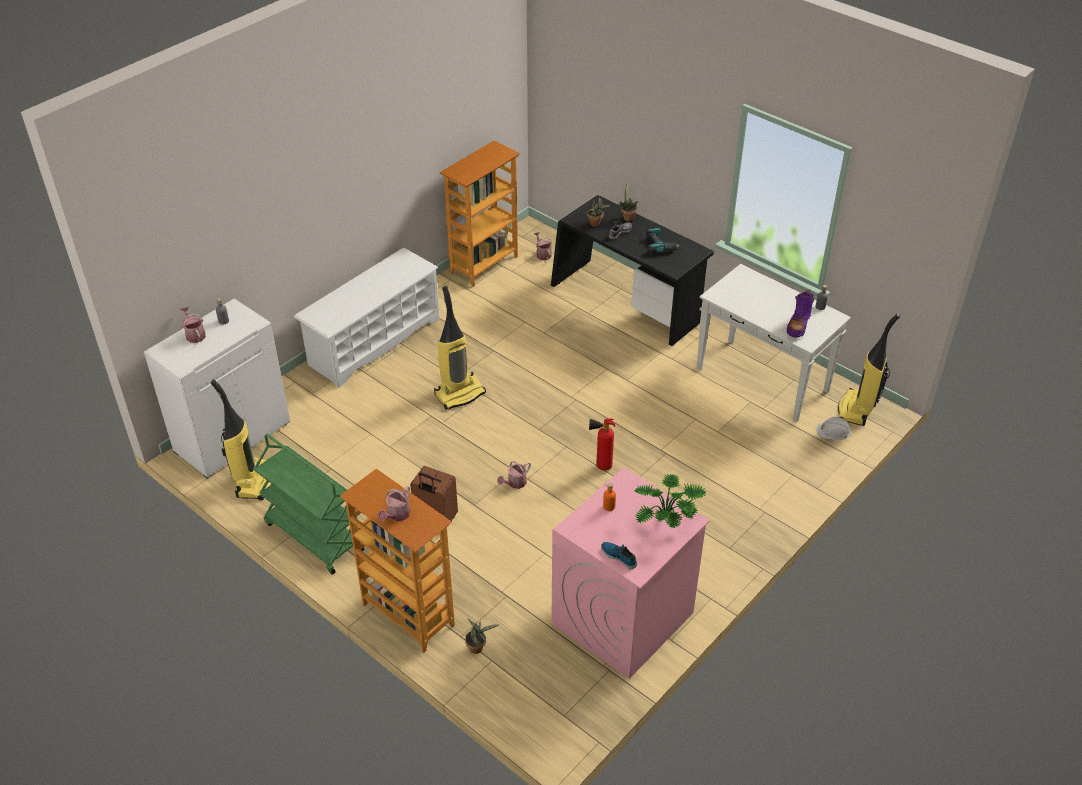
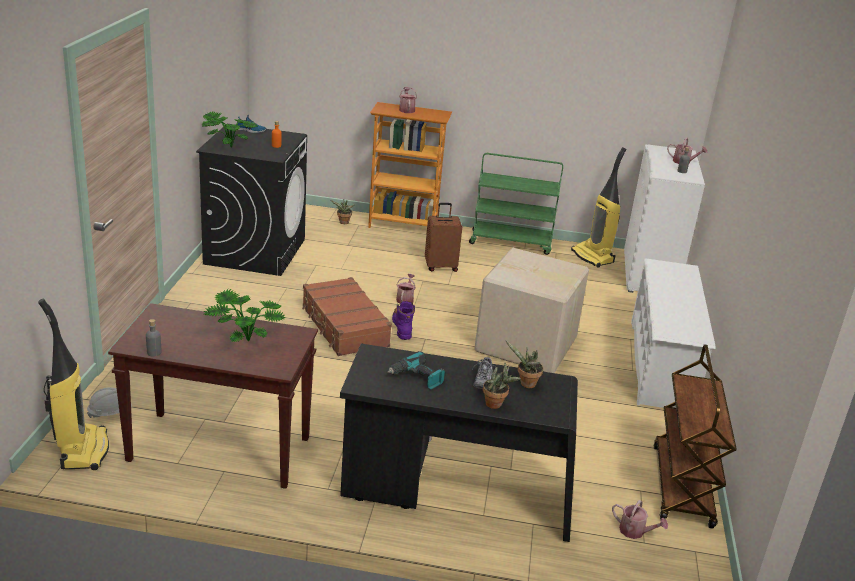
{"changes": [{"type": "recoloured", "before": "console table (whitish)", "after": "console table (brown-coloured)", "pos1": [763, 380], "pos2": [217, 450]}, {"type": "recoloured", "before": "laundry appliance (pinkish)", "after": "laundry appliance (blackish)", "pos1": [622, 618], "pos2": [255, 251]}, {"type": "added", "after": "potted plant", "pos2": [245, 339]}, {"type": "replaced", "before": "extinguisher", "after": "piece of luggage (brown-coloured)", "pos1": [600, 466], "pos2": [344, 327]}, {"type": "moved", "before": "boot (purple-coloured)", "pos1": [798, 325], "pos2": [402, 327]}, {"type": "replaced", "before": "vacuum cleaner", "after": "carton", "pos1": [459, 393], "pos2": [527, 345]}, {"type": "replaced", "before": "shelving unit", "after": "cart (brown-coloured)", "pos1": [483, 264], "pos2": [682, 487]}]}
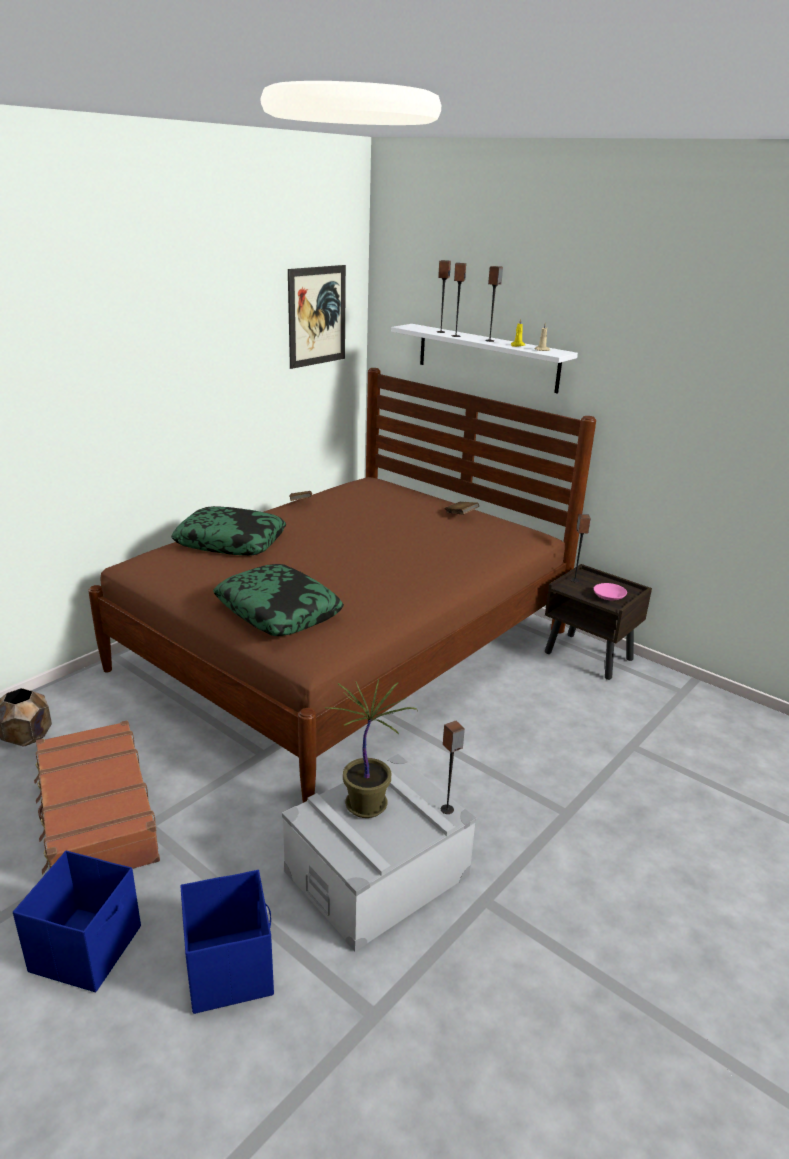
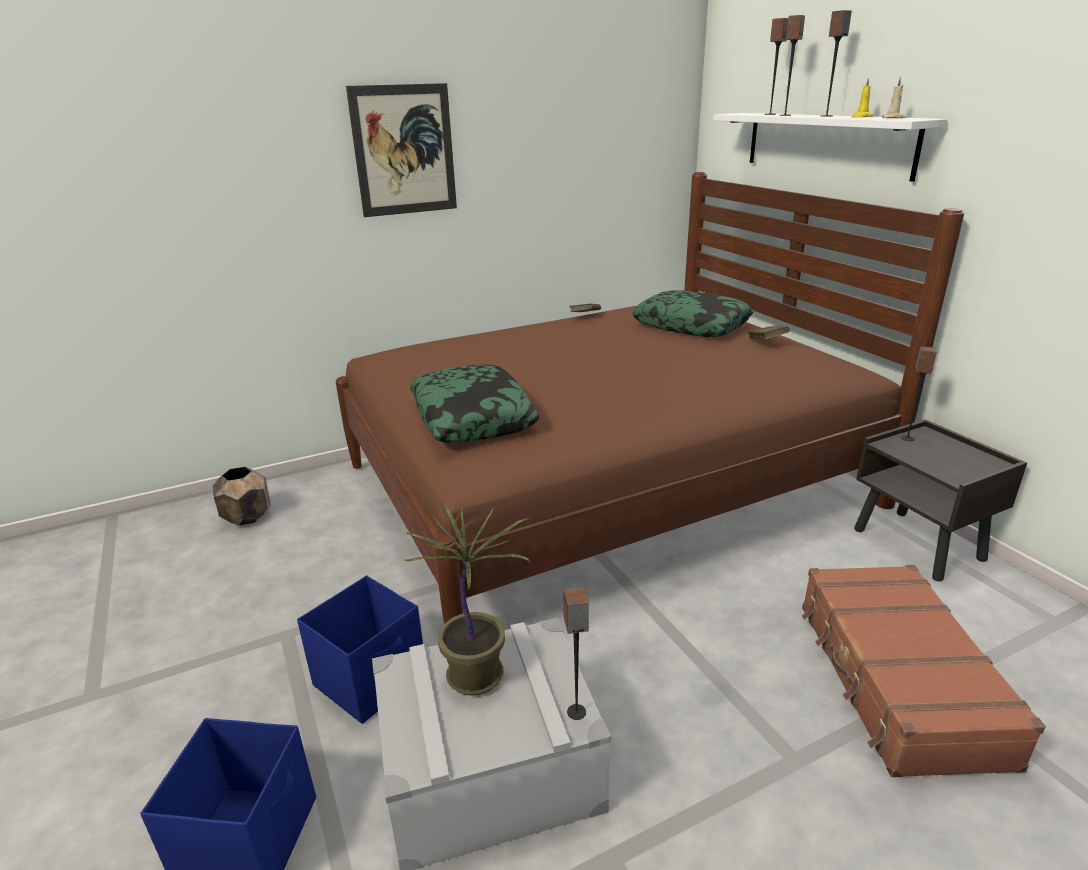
{"changes": [{"type": "moved", "before": "storage container (blue)", "pos1": [88, 948], "pos2": [372, 679]}, {"type": "moved", "before": "picture", "pos1": [317, 316], "pos2": [404, 150]}, {"type": "moved", "before": "throw pillow", "pos1": [231, 541], "pos2": [692, 325]}, {"type": "moved", "before": "piece of luggage (brown-coloured)", "pos1": [96, 816], "pos2": [896, 680]}, {"type": "removed", "before": "bowl (pinkish)", "pos1": [608, 597]}]}
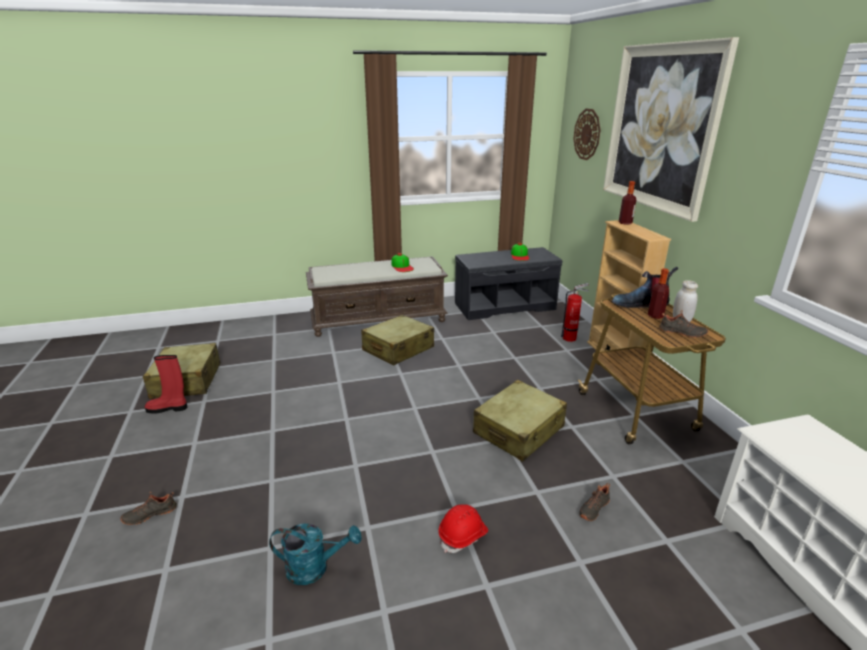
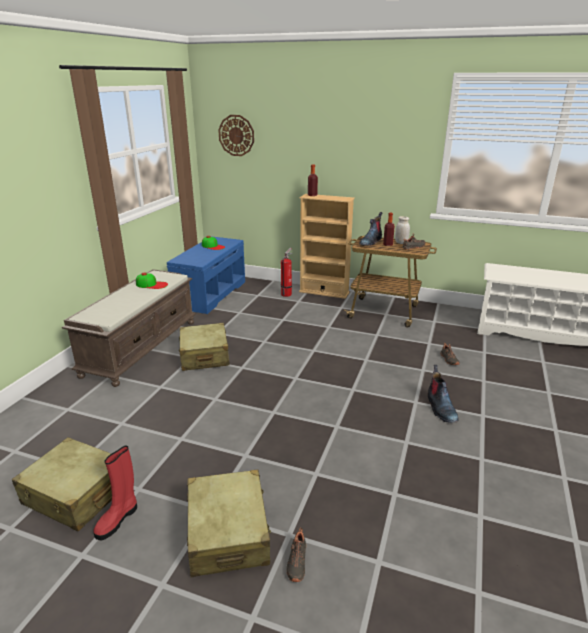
{"changes": [{"type": "recoloured", "before": "long seat (greyish)", "after": "long seat (blue)", "pos1": [505, 306], "pos2": [210, 294]}, {"type": "moved", "before": "piece of luggage (beige-coloured)", "pos1": [519, 430], "pos2": [228, 532]}, {"type": "replaced", "before": "hard hat (red-coloured)", "after": "boot", "pos1": [463, 536], "pos2": [440, 408]}, {"type": "removed", "before": "watering pot (turquoise)", "pos1": [315, 567]}, {"type": "removed", "before": "picture", "pos1": [661, 128]}]}
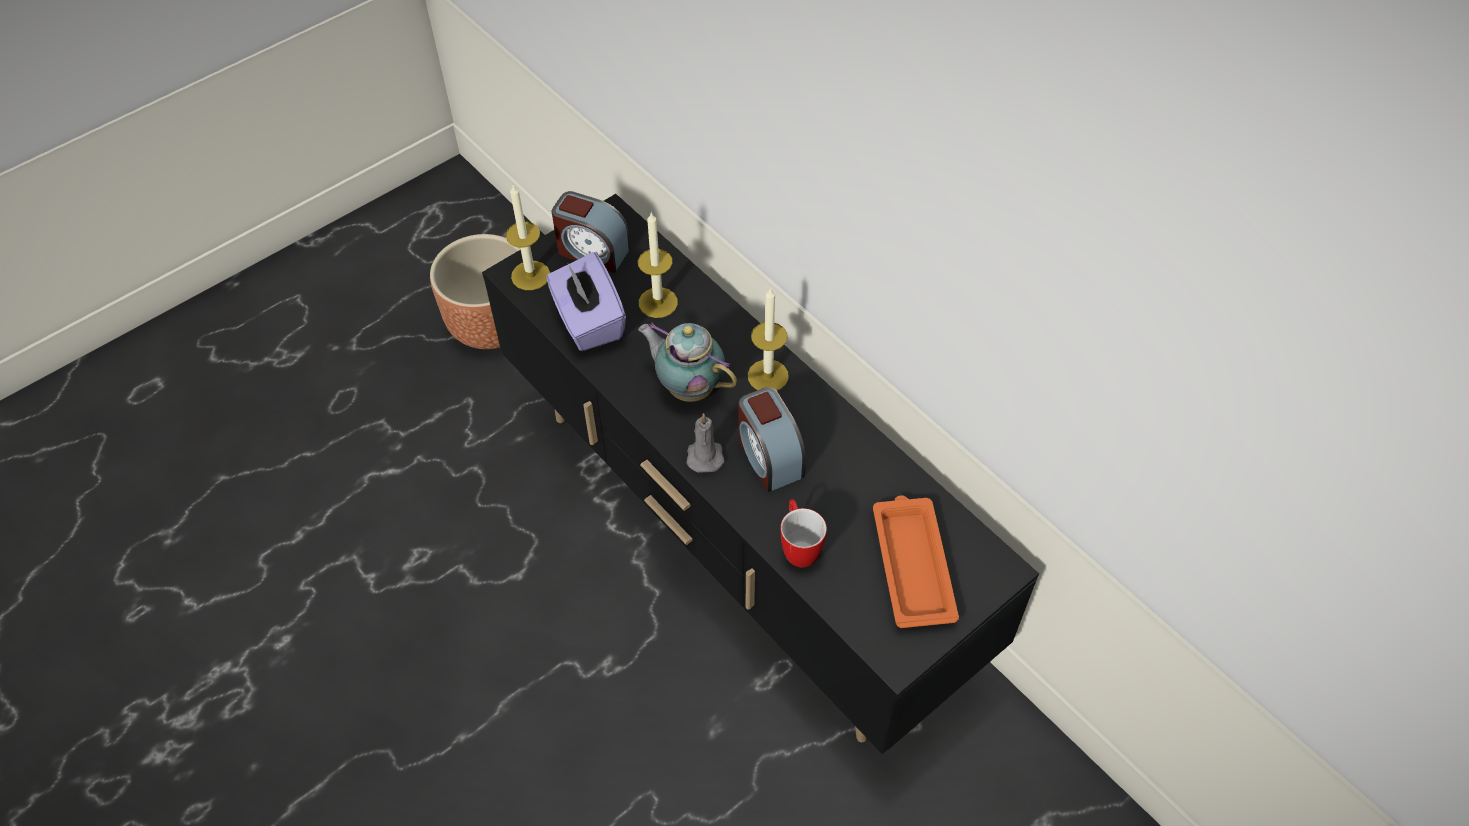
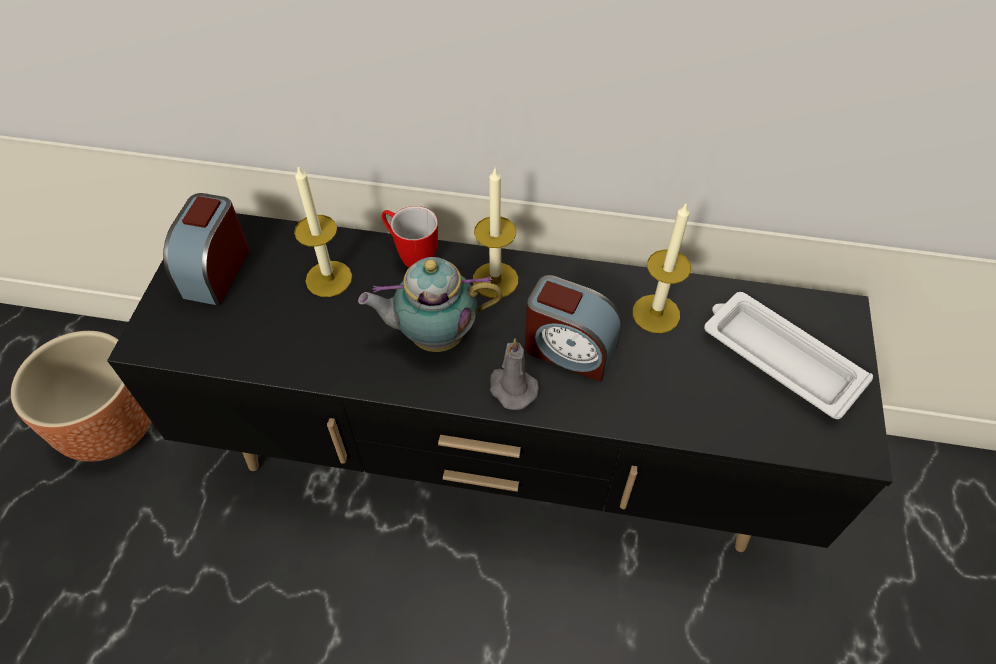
{"changes": [{"type": "turned", "before": "alarm clock", "pos1": [592, 251], "pos2": [216, 271], "turn": 120}, {"type": "moved", "before": "tea mug", "pos1": [798, 547], "pos2": [411, 255]}, {"type": "moved", "before": "wax candle", "pos1": [530, 275], "pos2": [656, 313]}, {"type": "recoloured", "before": "carrying tray (orange)", "after": "carrying tray (whitish)", "pos1": [912, 564], "pos2": [778, 358]}, {"type": "removed", "before": "tissue holder (purple-coloured)", "pos1": [588, 321]}]}
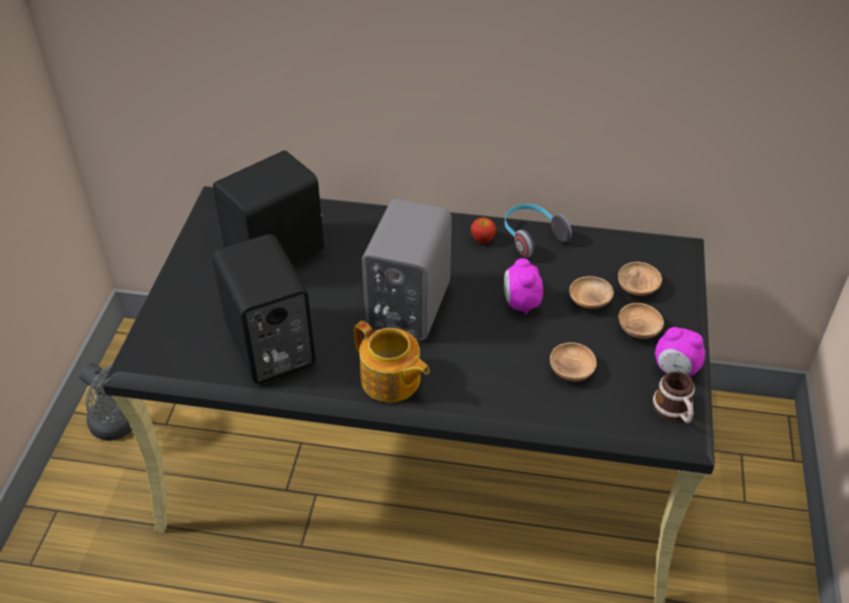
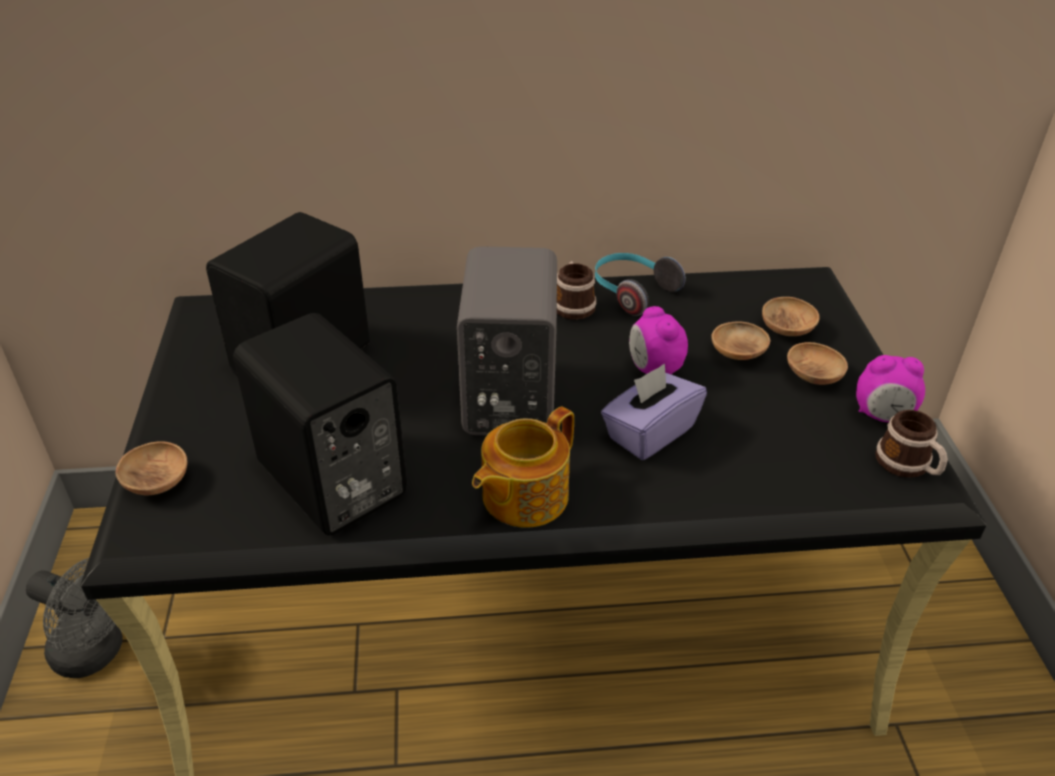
{"changes": [{"type": "moved", "before": "bowl (brown-coloured)", "pos1": [571, 371], "pos2": [157, 482]}, {"type": "turned", "before": "pot for tea", "pos1": [391, 381], "pos2": [522, 496], "turn": 105}, {"type": "replaced", "before": "apple", "after": "tea mug", "pos1": [482, 239], "pos2": [573, 304]}, {"type": "added", "after": "tissue holder (purple-coloured)", "pos2": [649, 433]}]}
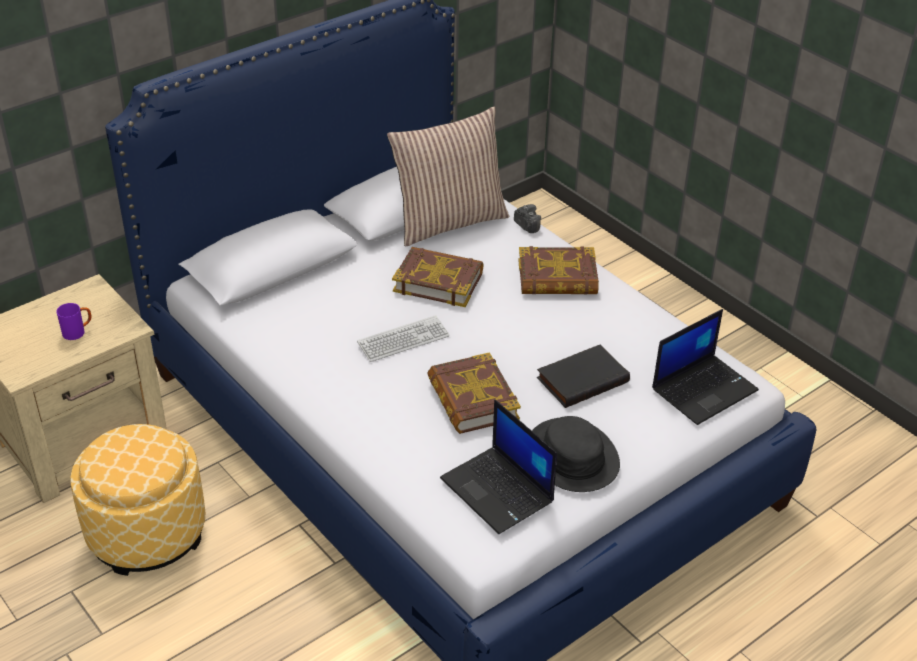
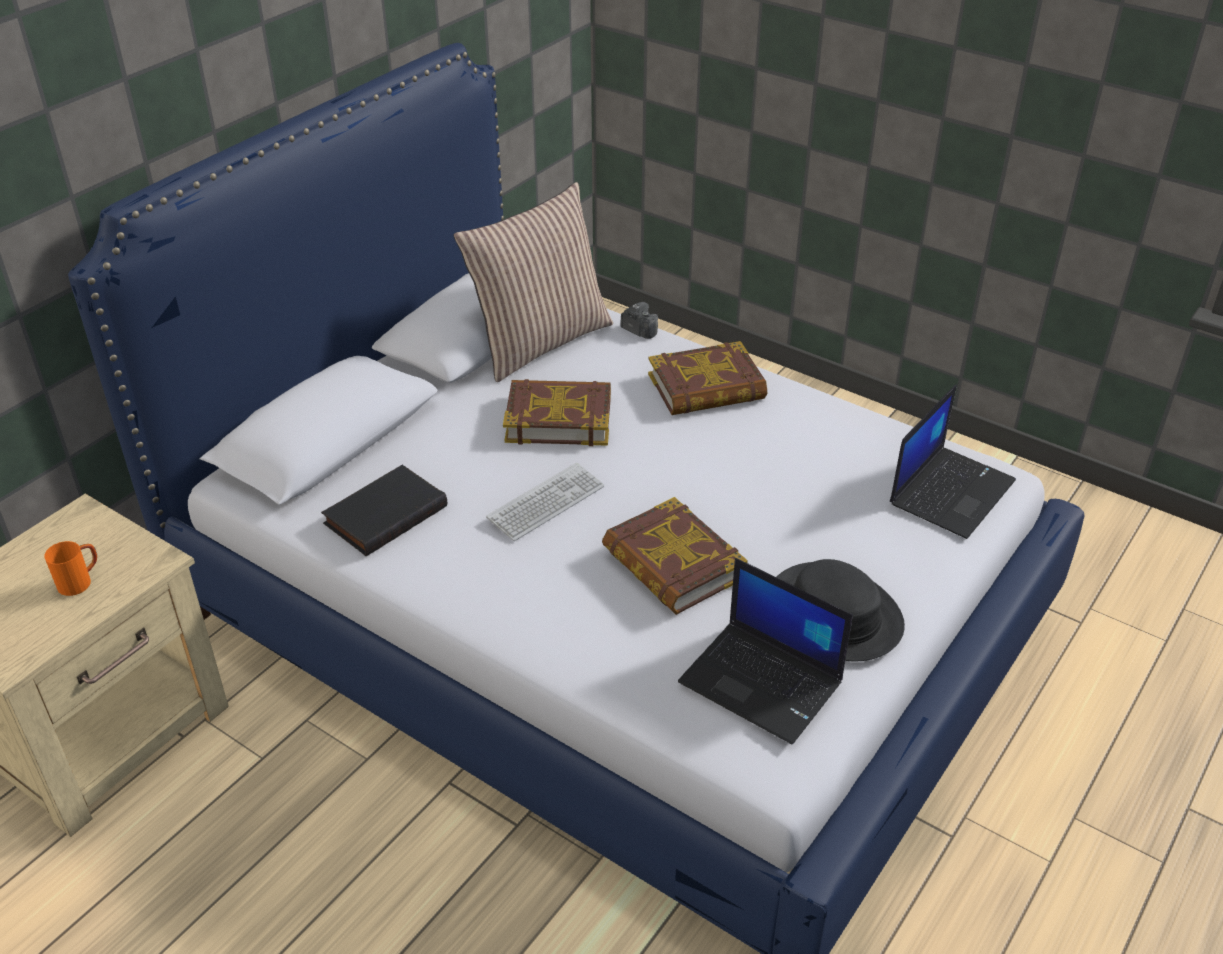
{"changes": [{"type": "recoloured", "before": "tea mug (purple-coloured)", "after": "tea mug (orange)", "pos1": [78, 332], "pos2": [80, 581]}, {"type": "moved", "before": "bound book (blackish)", "pos1": [582, 379], "pos2": [384, 513]}, {"type": "removed", "before": "footrest", "pos1": [147, 532]}]}
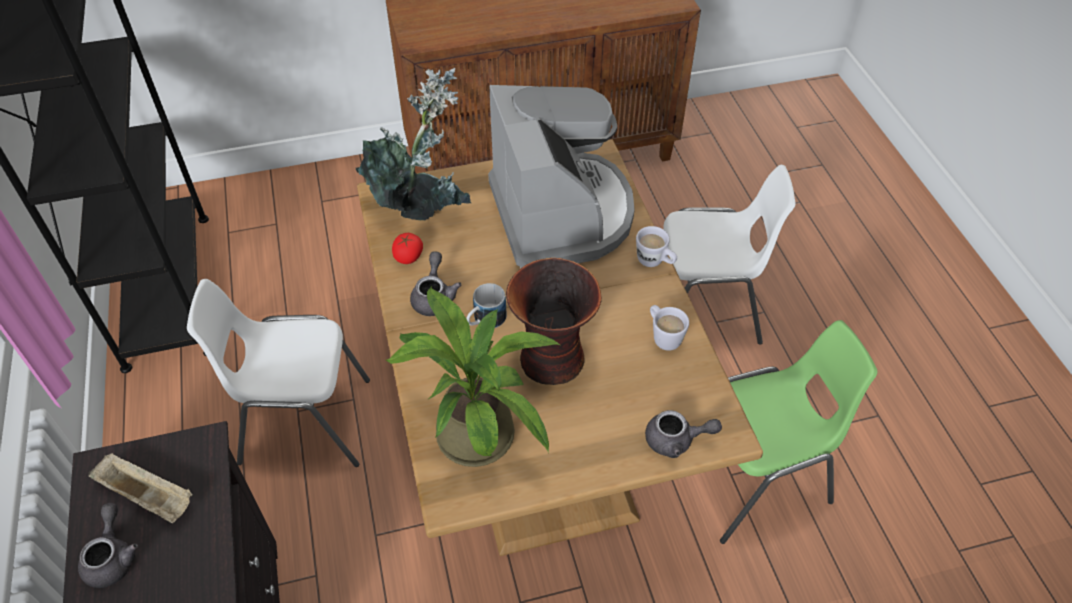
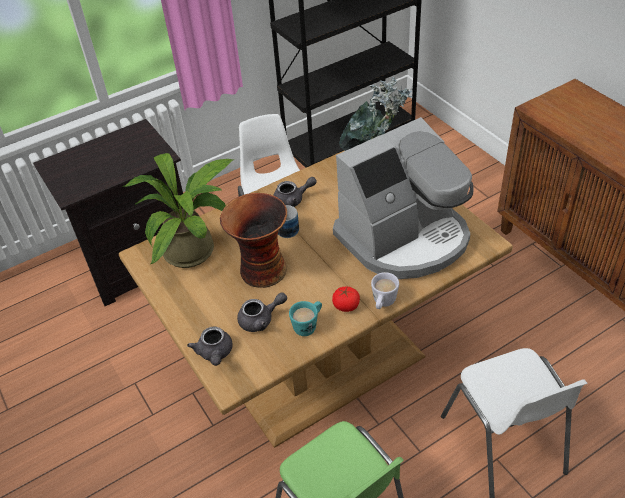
{"changes": [{"type": "moved", "before": "pot for tea (greyish)", "pos1": [112, 557], "pos2": [261, 319]}, {"type": "recoloured", "before": "tea mug (whitish)", "after": "tea mug (turquoise)", "pos1": [663, 336], "pos2": [308, 325]}, {"type": "moved", "before": "fresh tomato", "pos1": [408, 257], "pos2": [346, 306]}, {"type": "removed", "before": "carrying tray (beige-coloured)", "pos1": [149, 496]}]}
